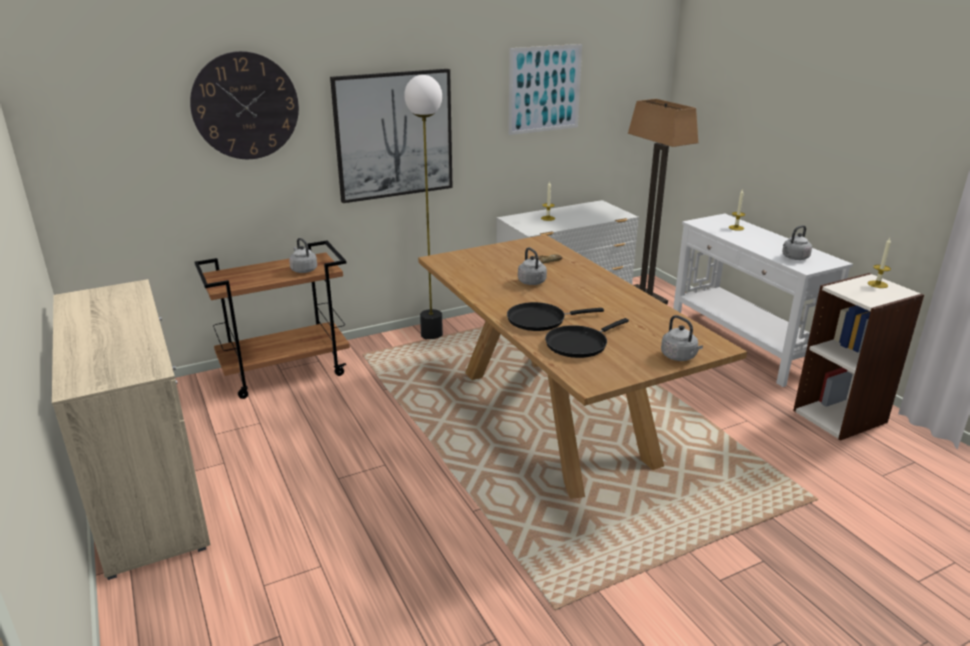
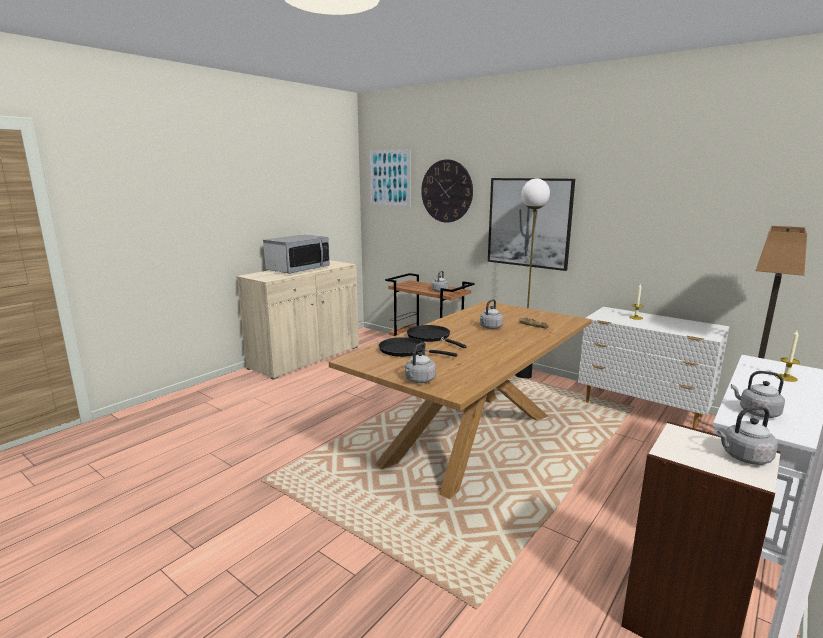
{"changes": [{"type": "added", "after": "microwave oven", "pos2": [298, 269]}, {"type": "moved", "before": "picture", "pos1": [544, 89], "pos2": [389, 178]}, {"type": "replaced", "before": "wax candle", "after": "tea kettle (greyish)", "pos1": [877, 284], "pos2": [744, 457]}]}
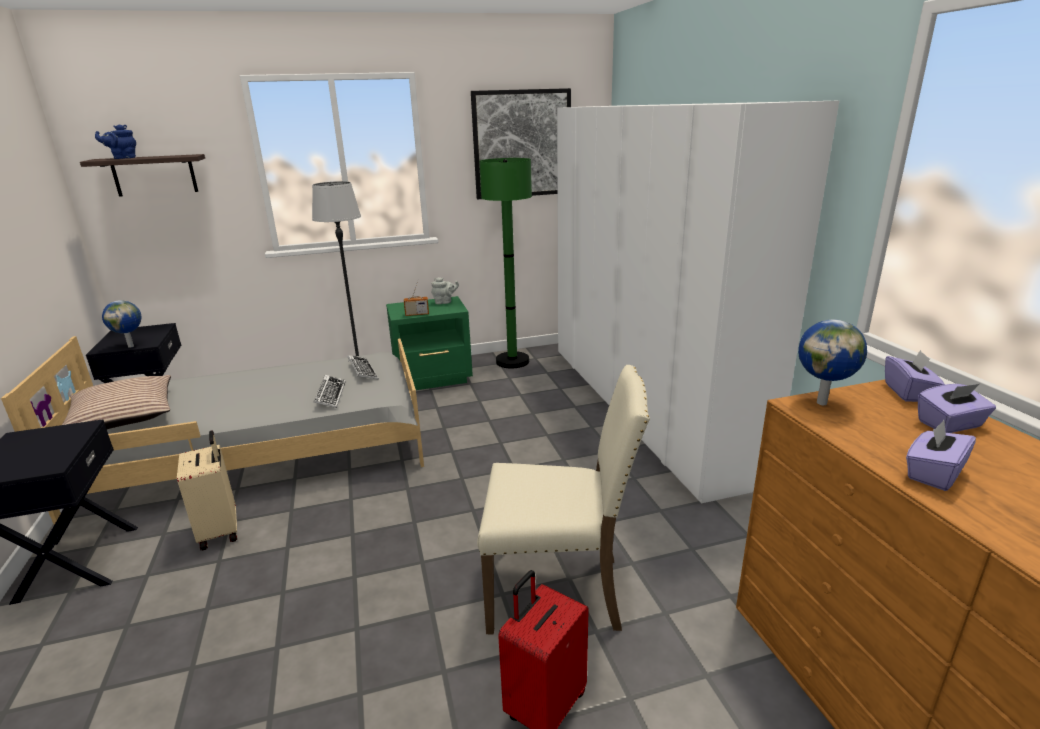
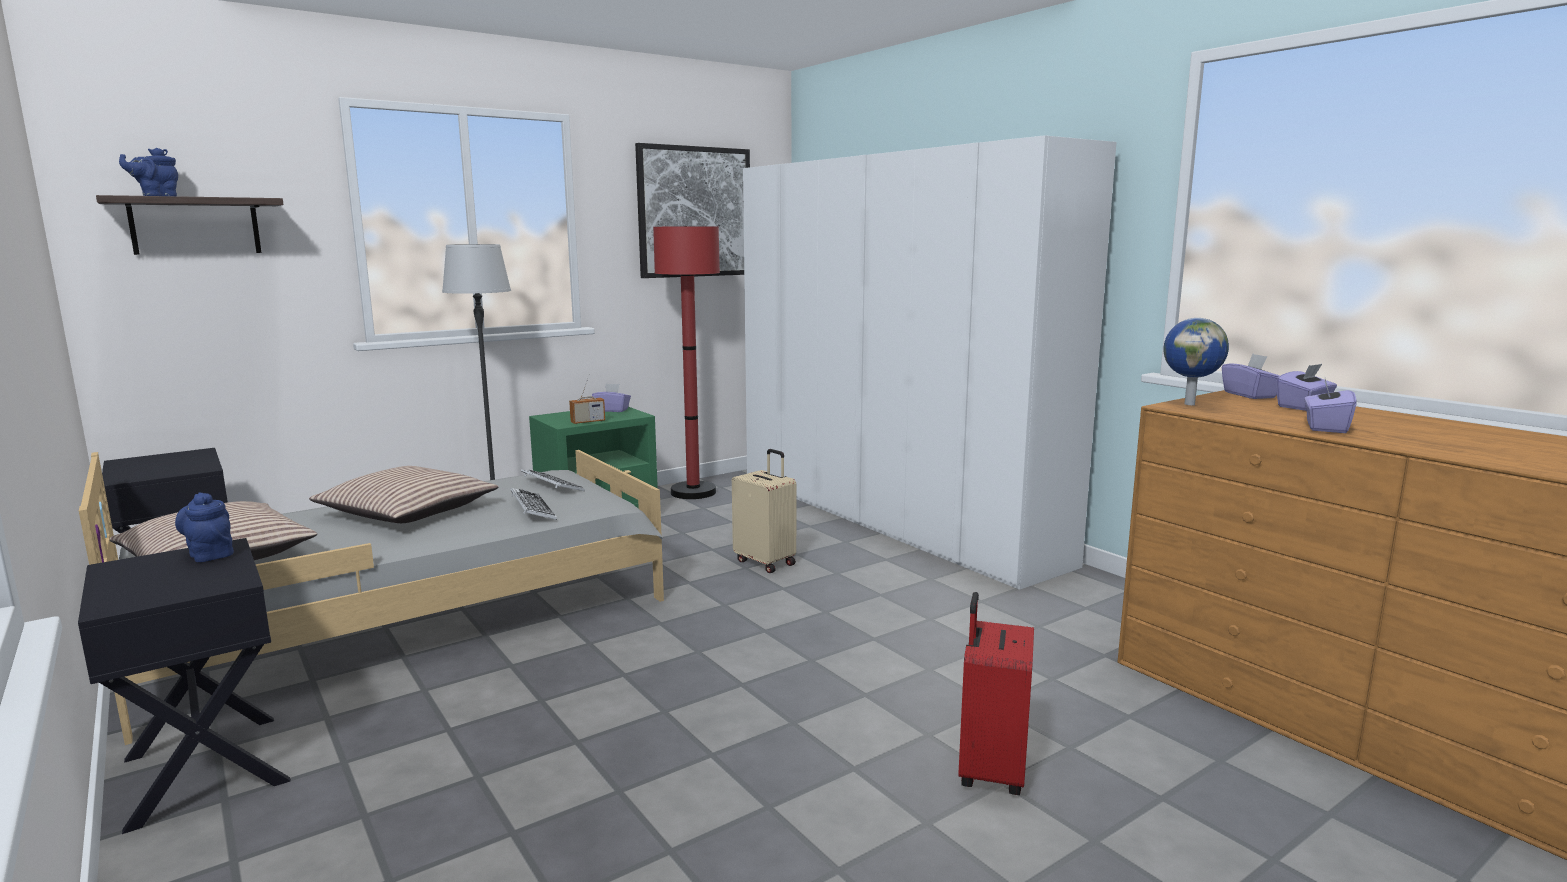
{"changes": [{"type": "added", "after": "pot for tea (blue)", "pos2": [210, 554]}, {"type": "added", "after": "throw pillow", "pos2": [408, 512]}, {"type": "replaced", "before": "pot for tea (greyish)", "after": "tissue holder (purple-coloured)", "pos1": [444, 302], "pos2": [612, 410]}, {"type": "recoloured", "before": "standard lamp (green-coloured)", "after": "standard lamp (red-coloured)", "pos1": [512, 361], "pos2": [693, 492]}, {"type": "moved", "before": "piece of luggage (beige-coloured)", "pos1": [221, 531], "pos2": [766, 562]}, {"type": "removed", "before": "globe", "pos1": [131, 346]}, {"type": "removed", "before": "upright chair (beige-coloured)", "pos1": [558, 590]}]}
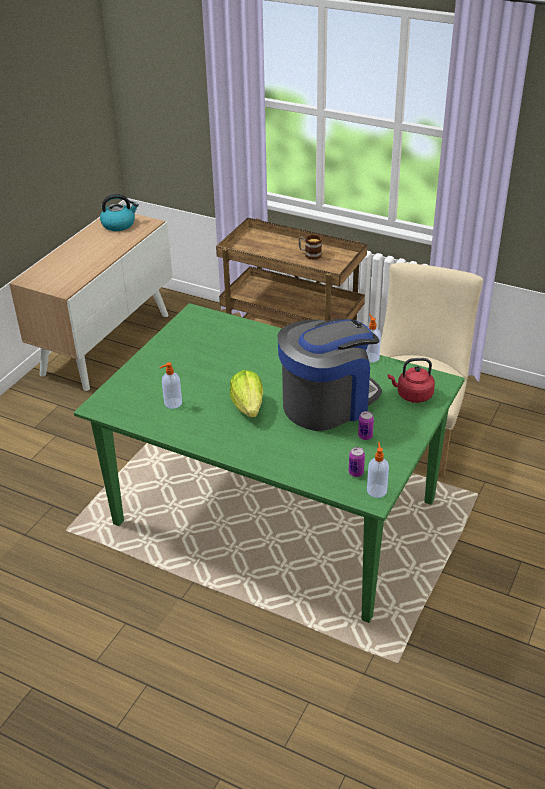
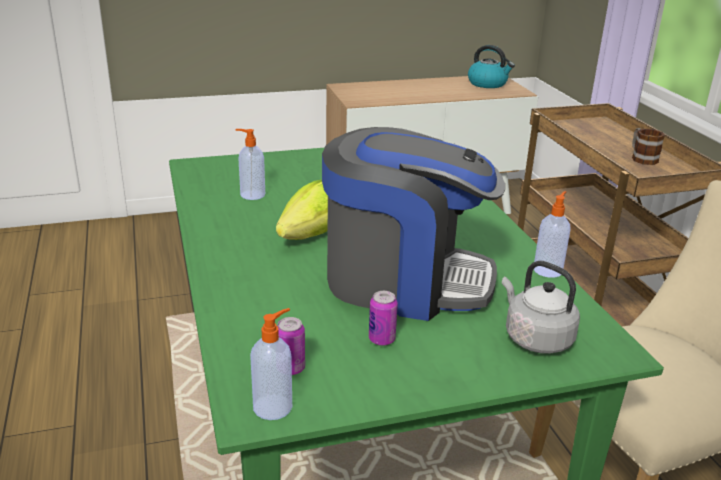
{"changes": [{"type": "recoloured", "before": "tea kettle (red-coloured)", "after": "tea kettle (greyish)", "pos1": [412, 395], "pos2": [535, 338]}]}
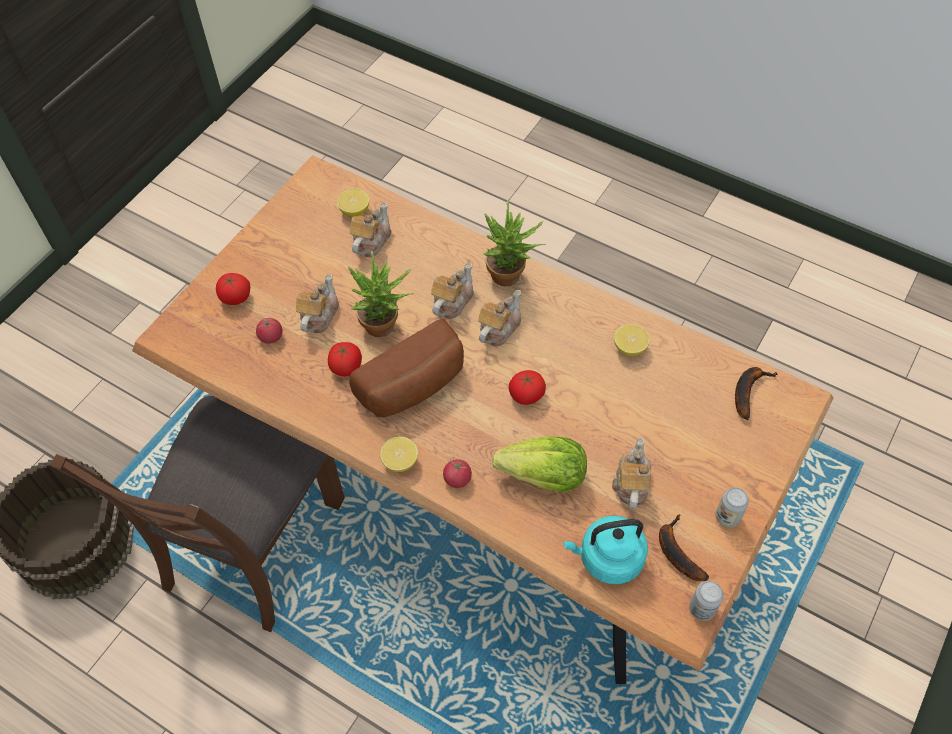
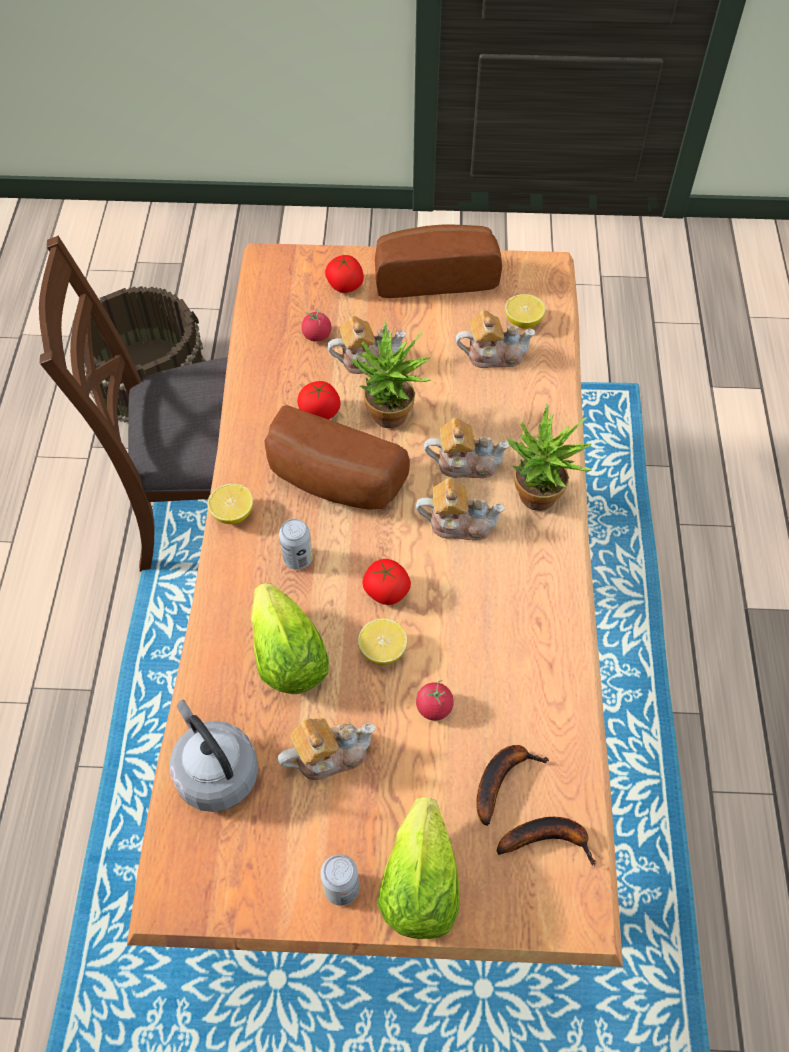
{"changes": [{"type": "recoloured", "before": "tea kettle (turquoise)", "after": "tea kettle (greyish)", "pos1": [607, 559], "pos2": [215, 771]}, {"type": "moved", "before": "metal can", "pos1": [702, 609], "pos2": [298, 558]}, {"type": "moved", "before": "citrus fruit", "pos1": [630, 347], "pos2": [383, 650]}, {"type": "added", "after": "bakery bread", "pos2": [434, 276]}, {"type": "added", "after": "lettuce head", "pos2": [419, 885]}, {"type": "moved", "before": "fresh tomato", "pos1": [457, 479], "pos2": [434, 707]}, {"type": "moved", "before": "banana", "pos1": [676, 552], "pos2": [502, 778]}]}
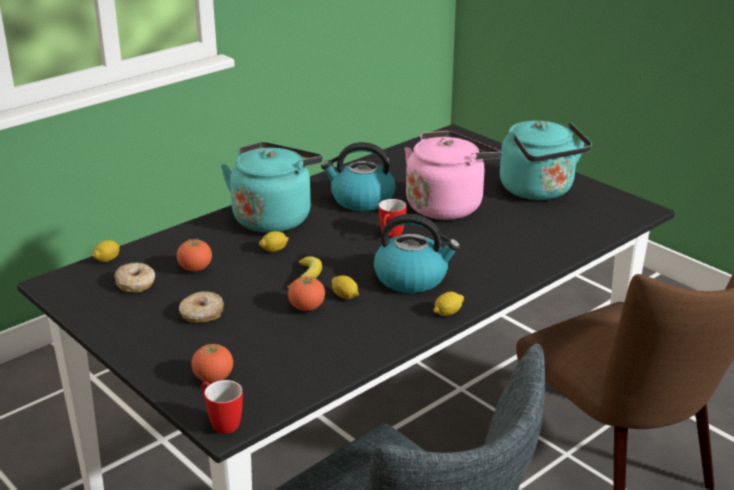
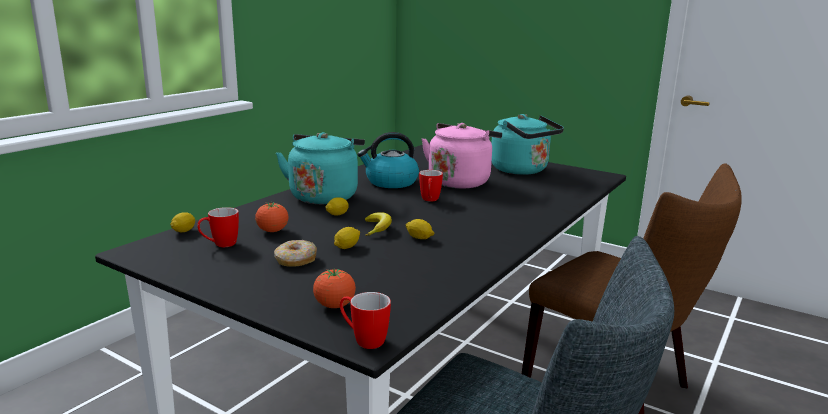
{"changes": [{"type": "replaced", "before": "doughnut", "after": "tea mug", "pos1": [136, 284], "pos2": [220, 245]}, {"type": "moved", "before": "citrus fruit", "pos1": [447, 313], "pos2": [346, 247]}, {"type": "removed", "before": "fresh tomato", "pos1": [307, 308]}, {"type": "removed", "before": "tea kettle", "pos1": [412, 278]}]}
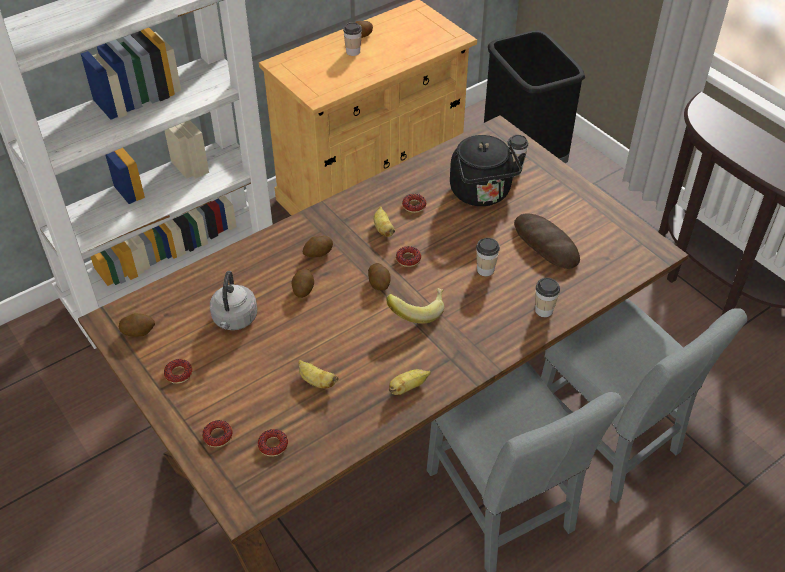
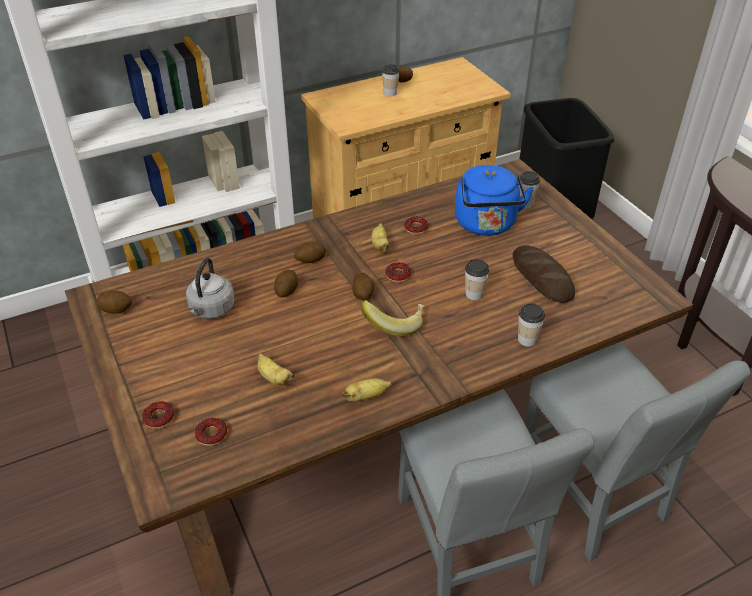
{"changes": [{"type": "recoloured", "before": "tea kettle (blackish)", "after": "tea kettle (blue)", "pos1": [482, 194], "pos2": [486, 225]}, {"type": "removed", "before": "doughnut", "pos1": [179, 374]}]}
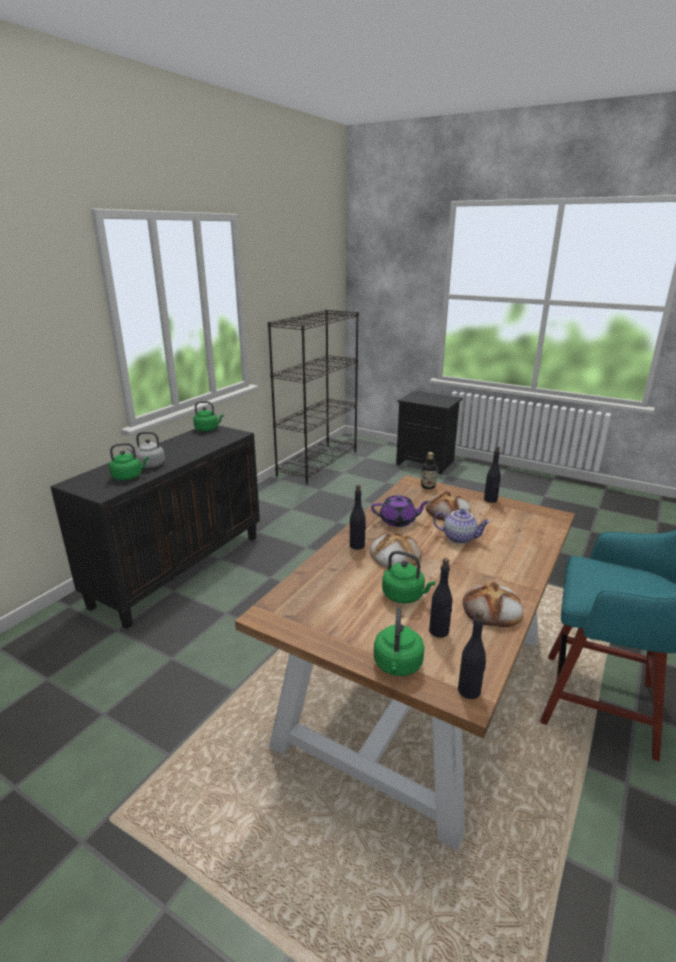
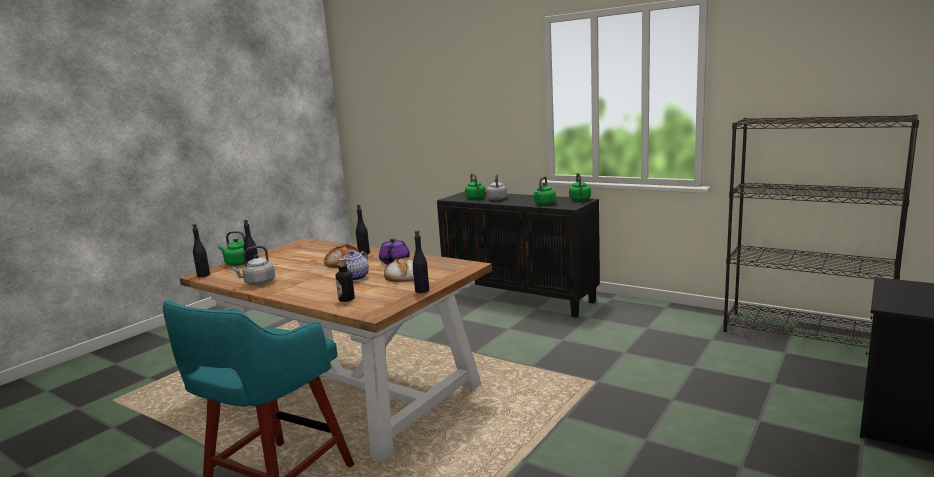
{"changes": [{"type": "replaced", "before": "bakery bread", "after": "tea kettle (greyish)", "pos1": [493, 610], "pos2": [258, 283]}, {"type": "moved", "before": "bottle", "pos1": [428, 486], "pos2": [346, 299]}, {"type": "moved", "before": "tea kettle (green-coloured)", "pos1": [405, 596], "pos2": [544, 204]}]}
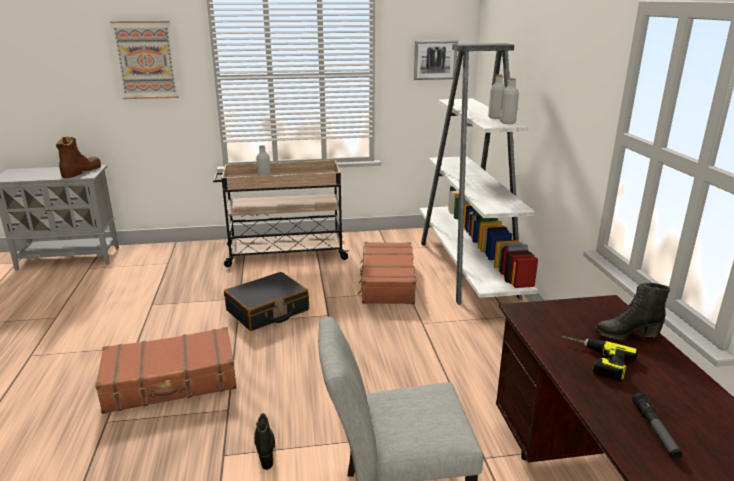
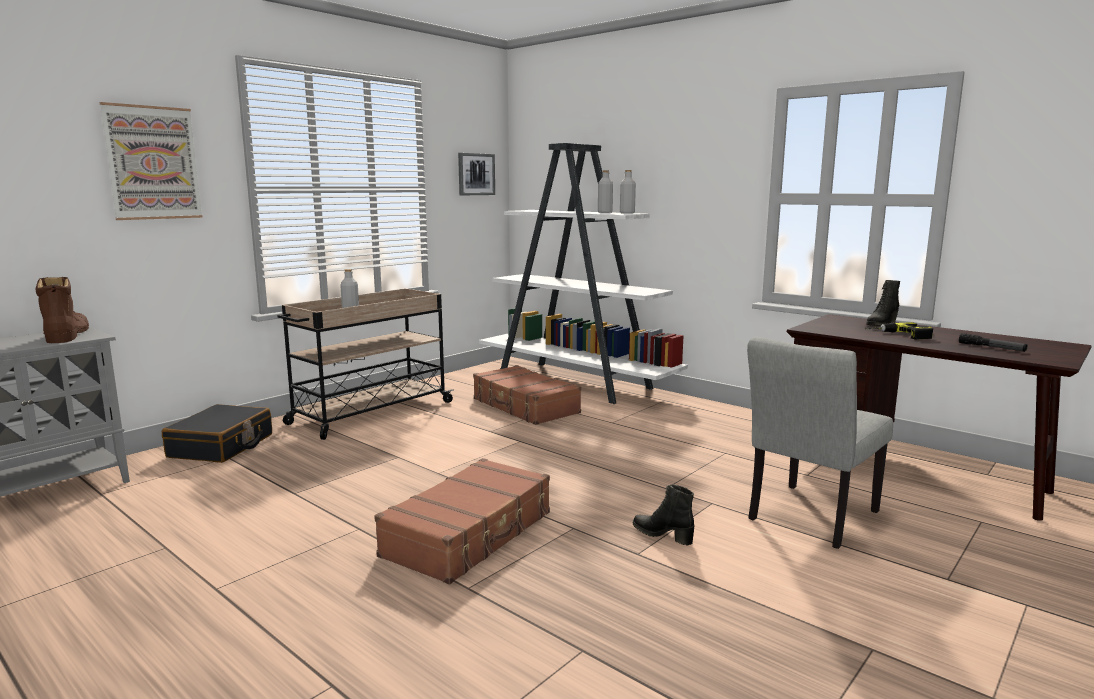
{"changes": [{"type": "moved", "before": "piece of luggage (blackish)", "pos1": [268, 311], "pos2": [222, 446]}]}
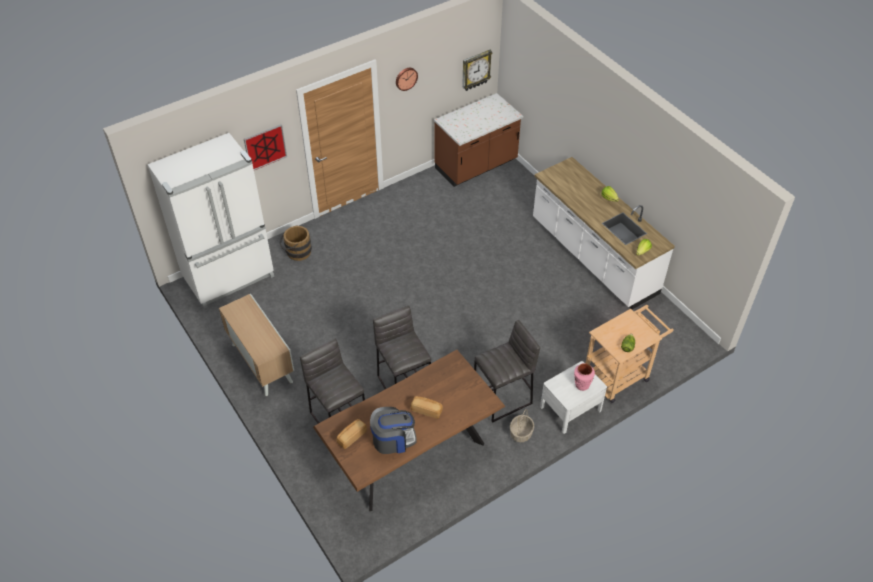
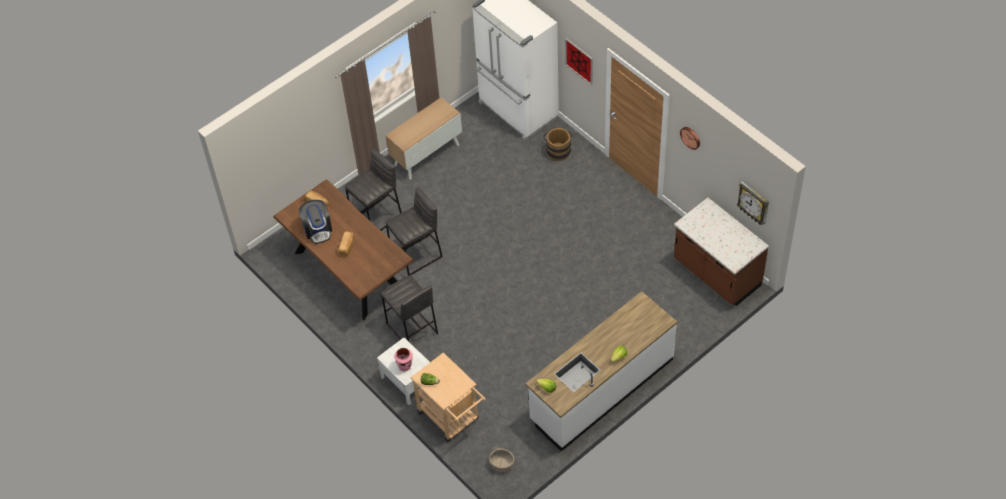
{"changes": [{"type": "moved", "before": "storage basket", "pos1": [521, 433], "pos2": [501, 464]}]}
